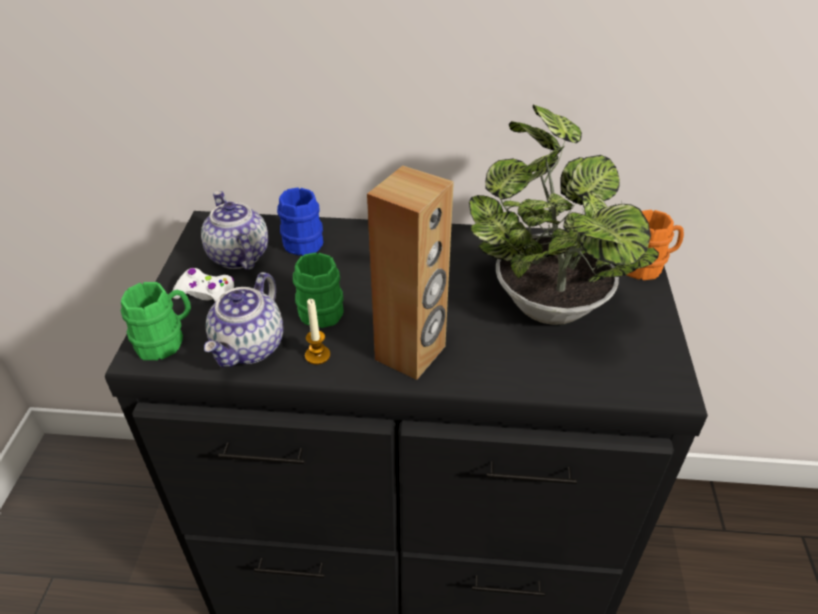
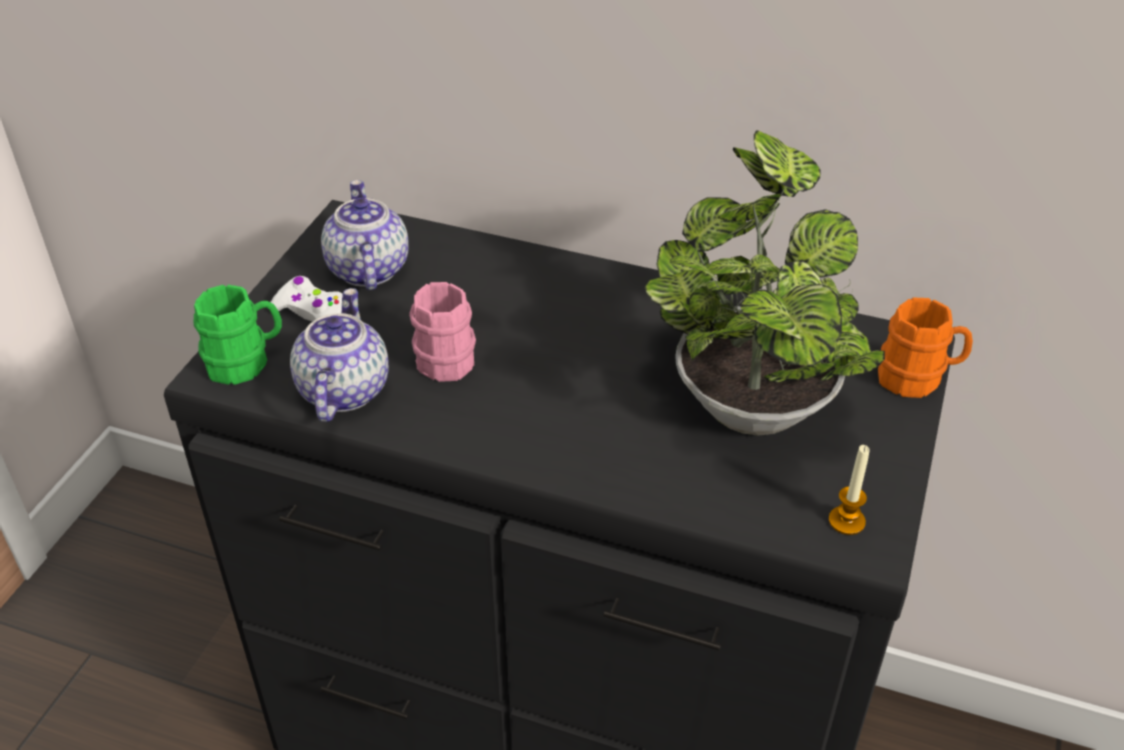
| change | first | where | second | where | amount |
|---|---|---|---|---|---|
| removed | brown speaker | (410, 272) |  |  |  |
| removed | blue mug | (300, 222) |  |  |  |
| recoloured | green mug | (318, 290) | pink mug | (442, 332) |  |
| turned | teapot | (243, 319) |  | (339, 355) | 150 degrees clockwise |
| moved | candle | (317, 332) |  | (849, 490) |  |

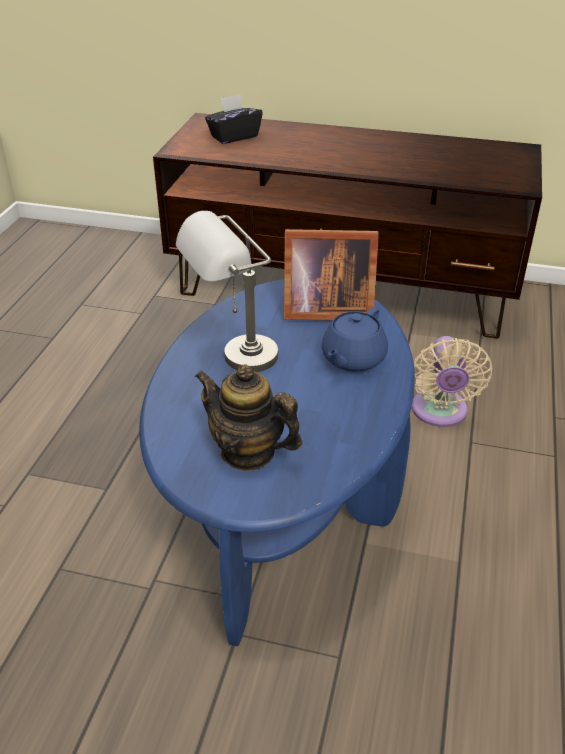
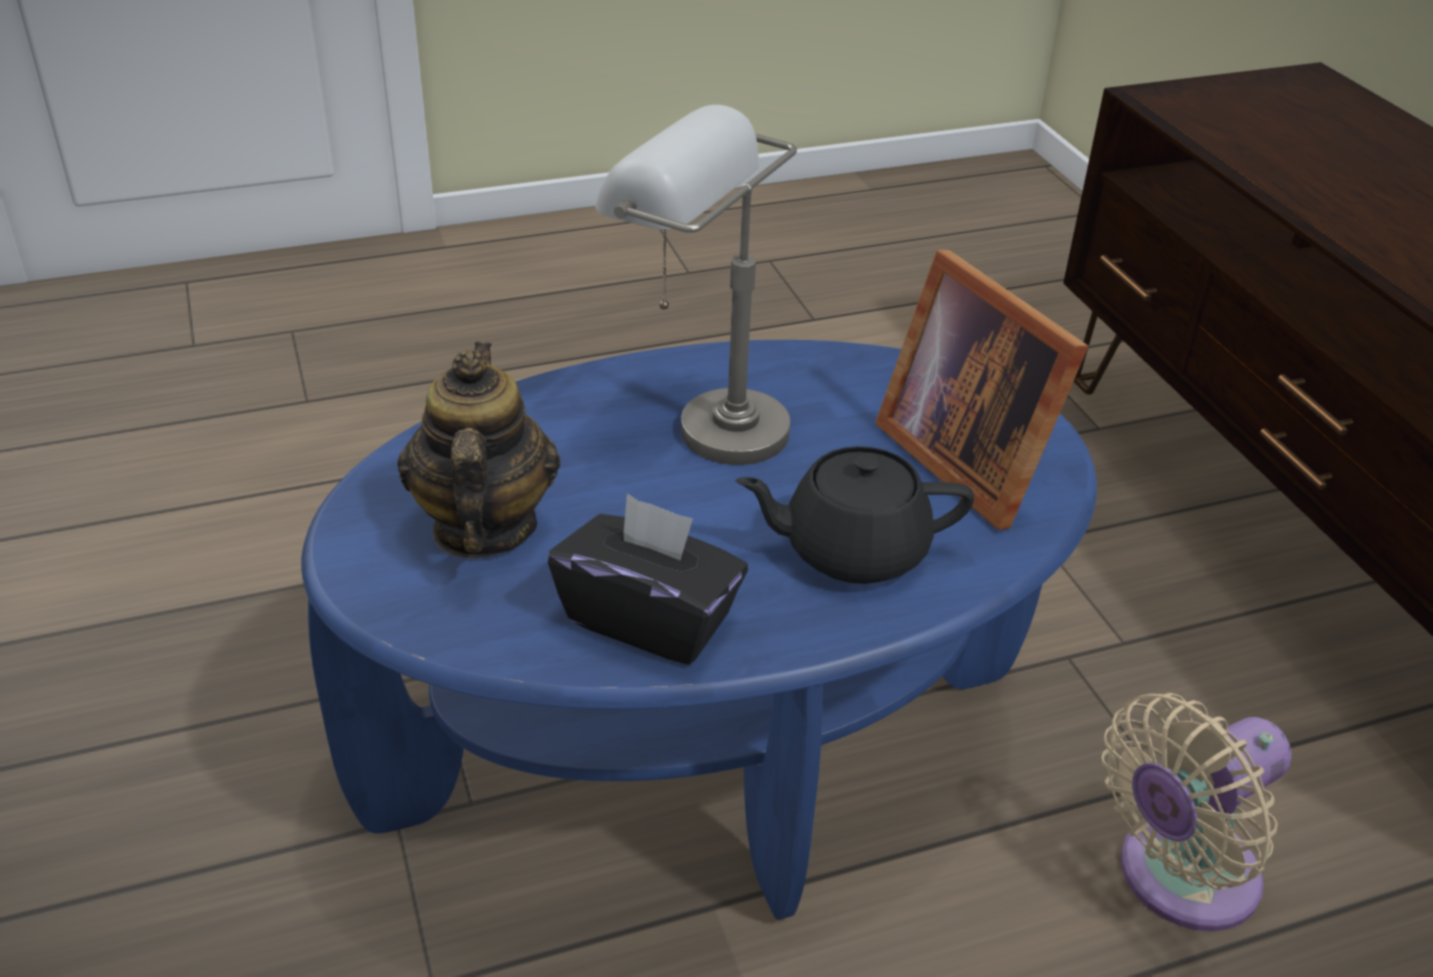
| change | first | where | second | where | amount |
|---|---|---|---|---|---|
| moved | black tissue box | (234, 119) |  | (648, 579) |  |
| recoloured | blue teapot | (355, 339) | black teapot | (854, 515) |  |

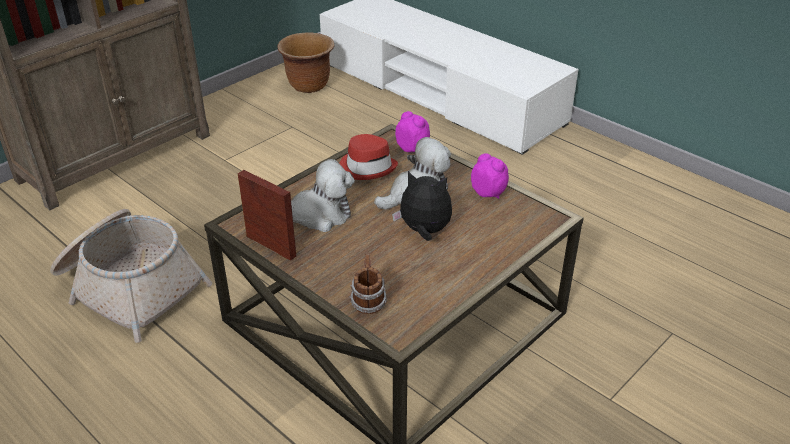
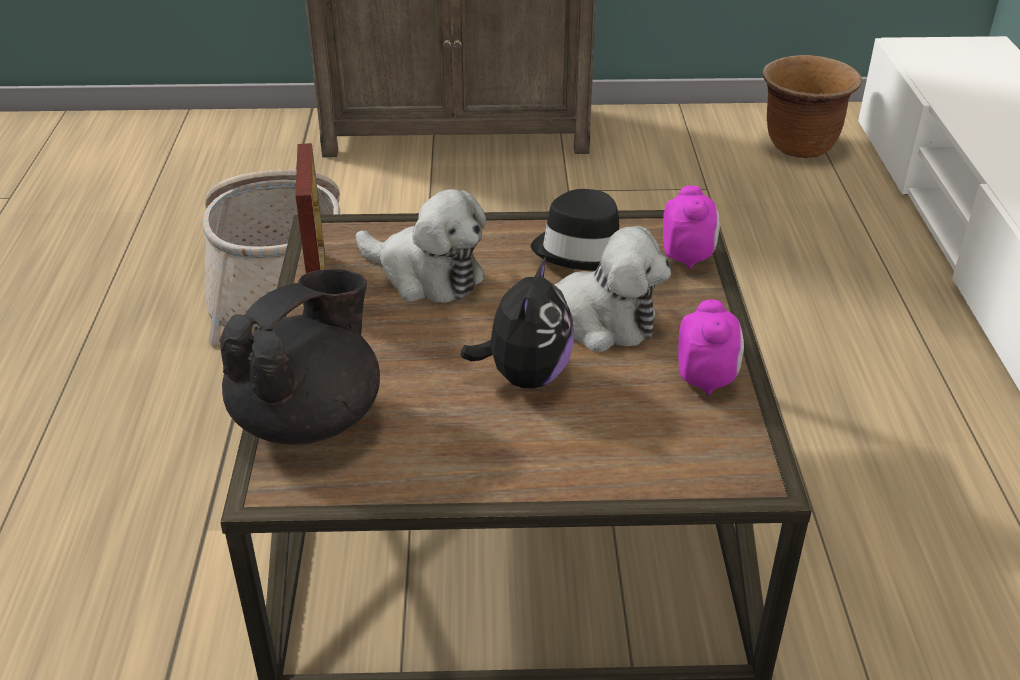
| change | first | where | second | where | amount |
|---|---|---|---|---|---|
| recoloured | red hat | (368, 157) | black hat | (575, 230) |  |
| turned | plush toy | (422, 206) |  | (517, 322) | 45 degrees clockwise |
| replaced | mug | (368, 284) | black teapot | (299, 357) |  |

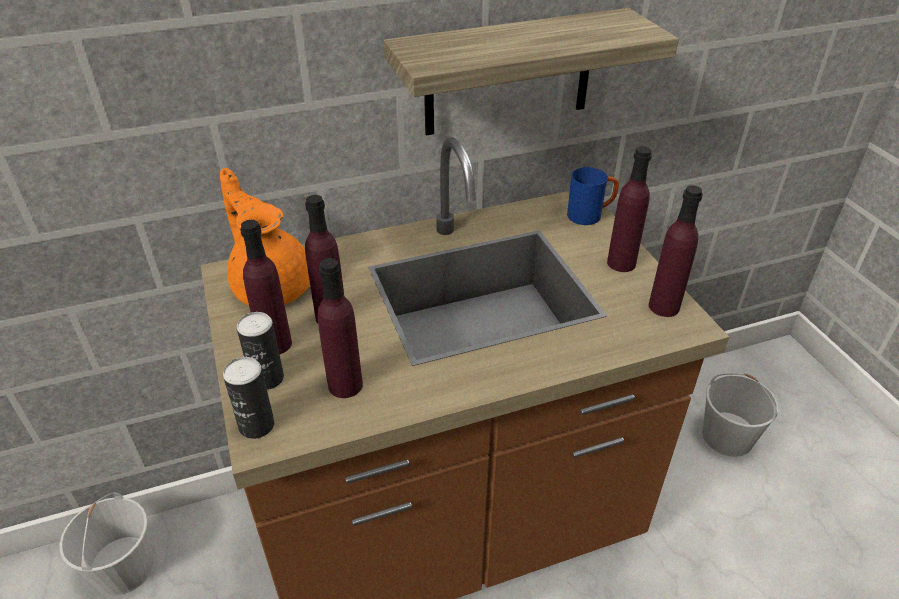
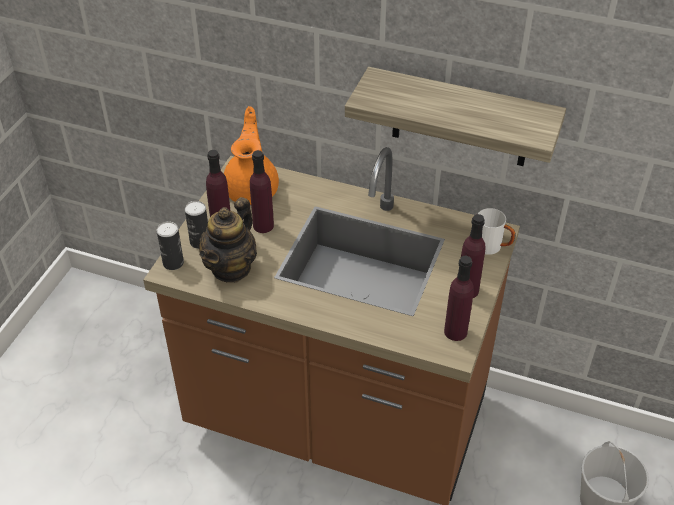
| change | first | where | second | where | amount |
|---|---|---|---|---|---|
| recoloured | blue mug | (593, 196) | white mug | (497, 231) |  |
| replaced | purple bottle | (340, 328) | teapot | (228, 240) |  |
| removed | white bucket | (107, 544) |  |  |  |

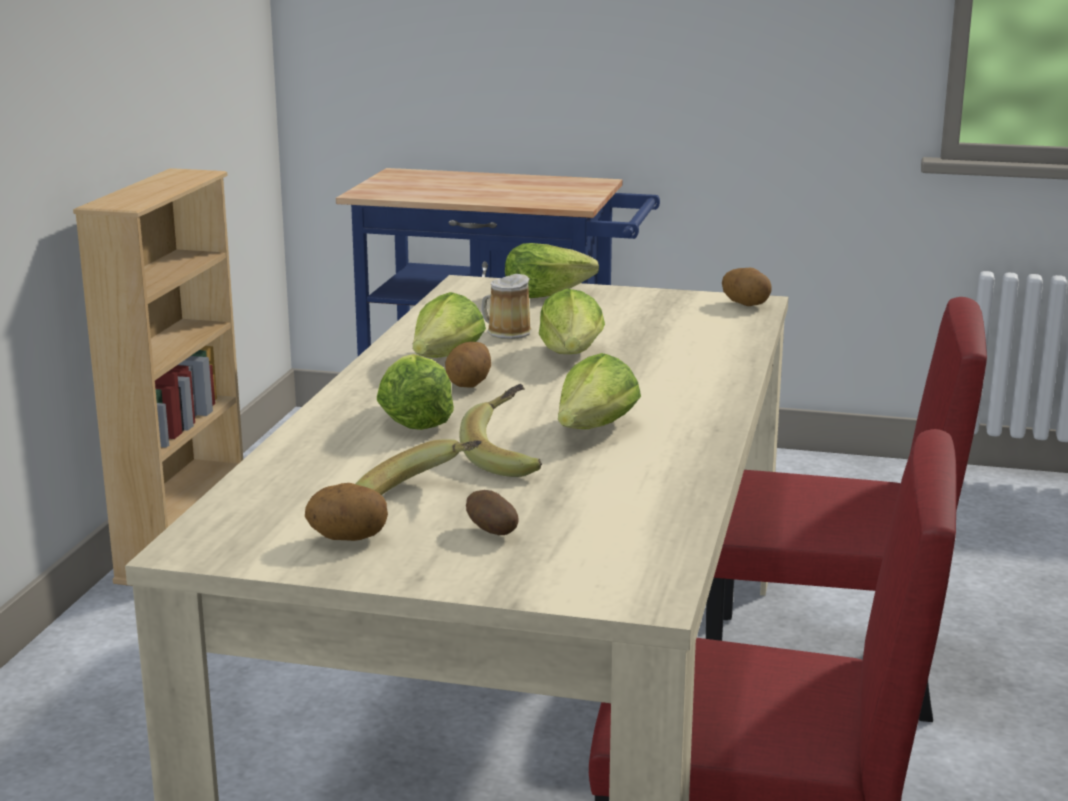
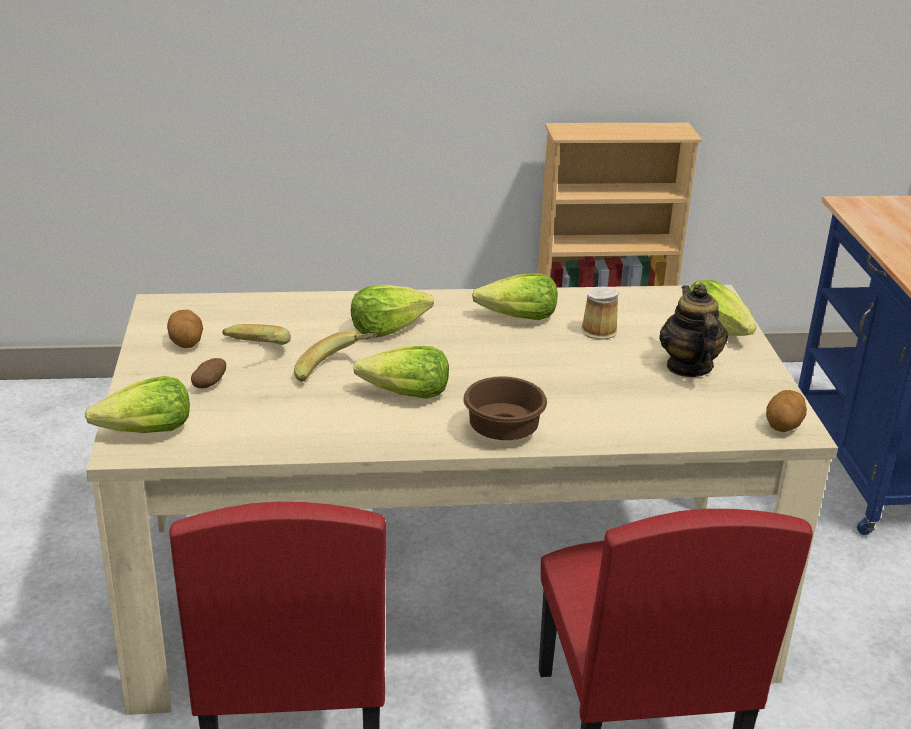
| change | first | where | second | where | amount |
|---|---|---|---|---|---|
| moved | lettuce | (572, 321) |  | (137, 404) |  |
| removed | potato | (468, 365) |  |  |  |
| added |  |  | teapot | (693, 330) |  |
| added |  |  | brown bowl | (505, 408) |  |

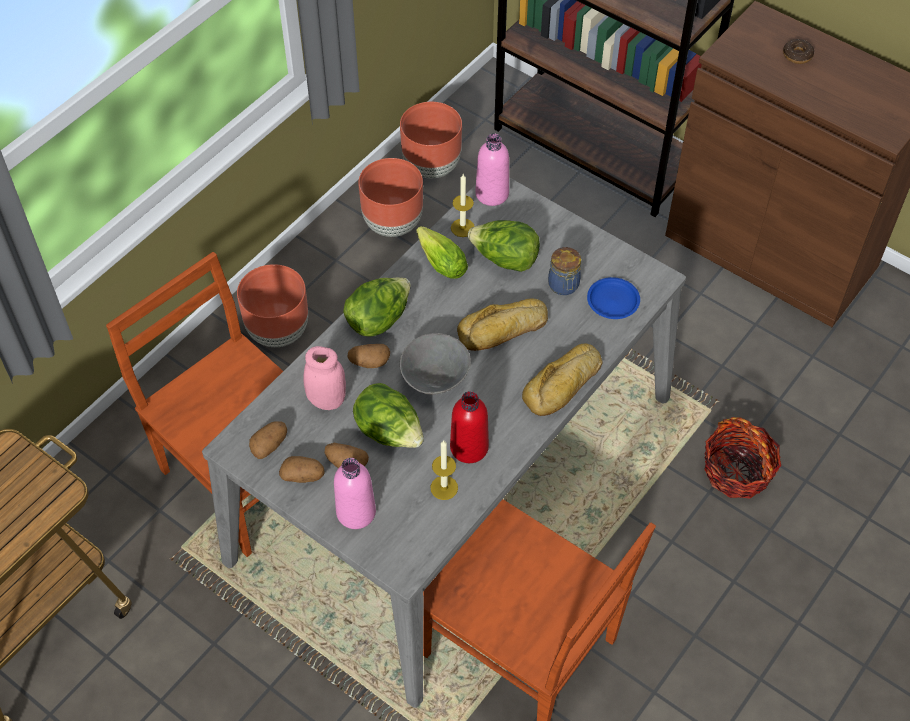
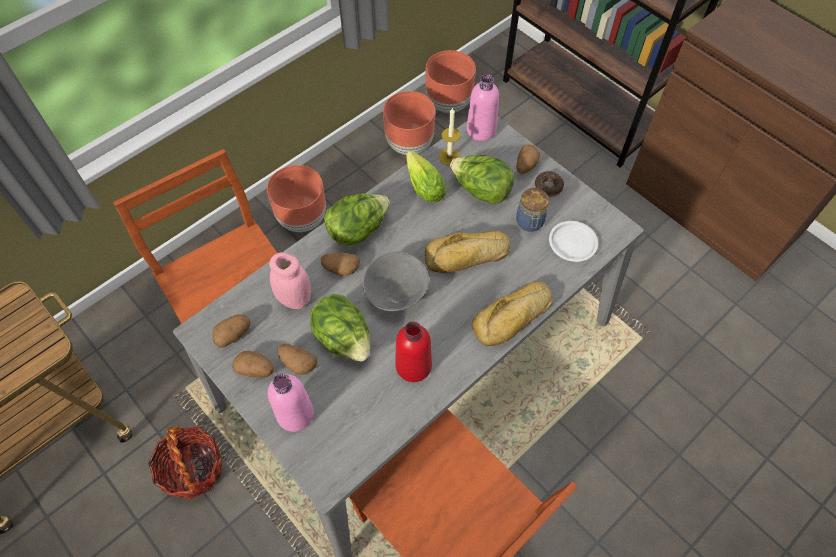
| change | first | where | second | where | amount |
|---|---|---|---|---|---|
| moved | donut | (798, 51) |  | (549, 184) |  |
| recoloured | blue plate | (613, 298) | white plate | (573, 241) |  |
| moved | basket | (742, 457) |  | (185, 462) |  |
| removed | candle | (444, 470) |  |  |  |
| added |  |  | potato | (528, 159) |  |

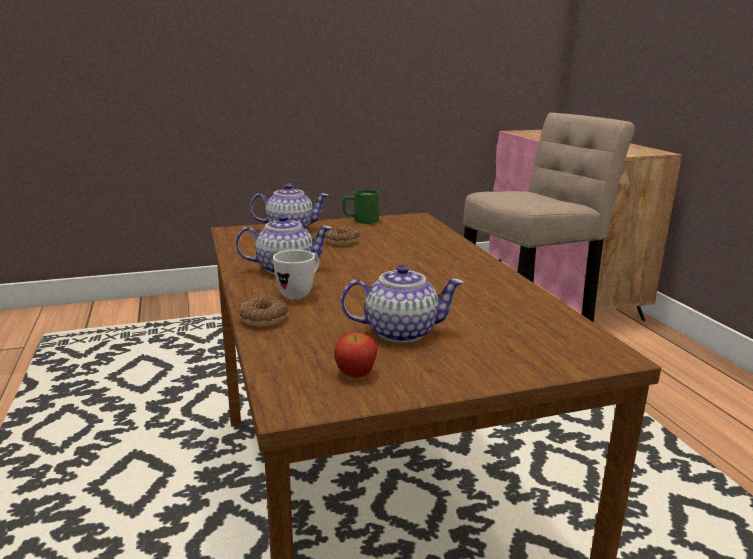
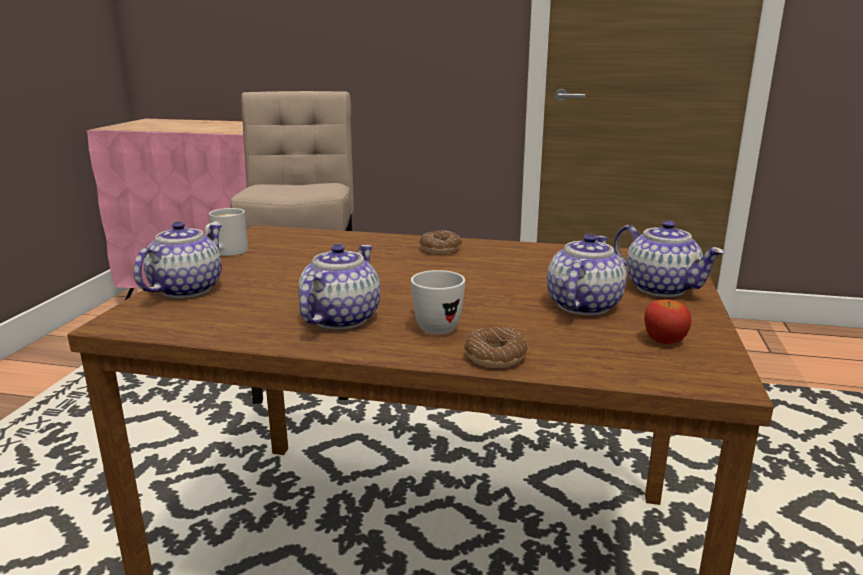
| change | first | where | second | where | amount |
|---|---|---|---|---|---|
| recoloured | green mug | (360, 206) | white mug | (226, 232) |  |
| moved | donut | (342, 235) |  | (440, 242) |  |
| added |  |  | teapot | (669, 258) |  |

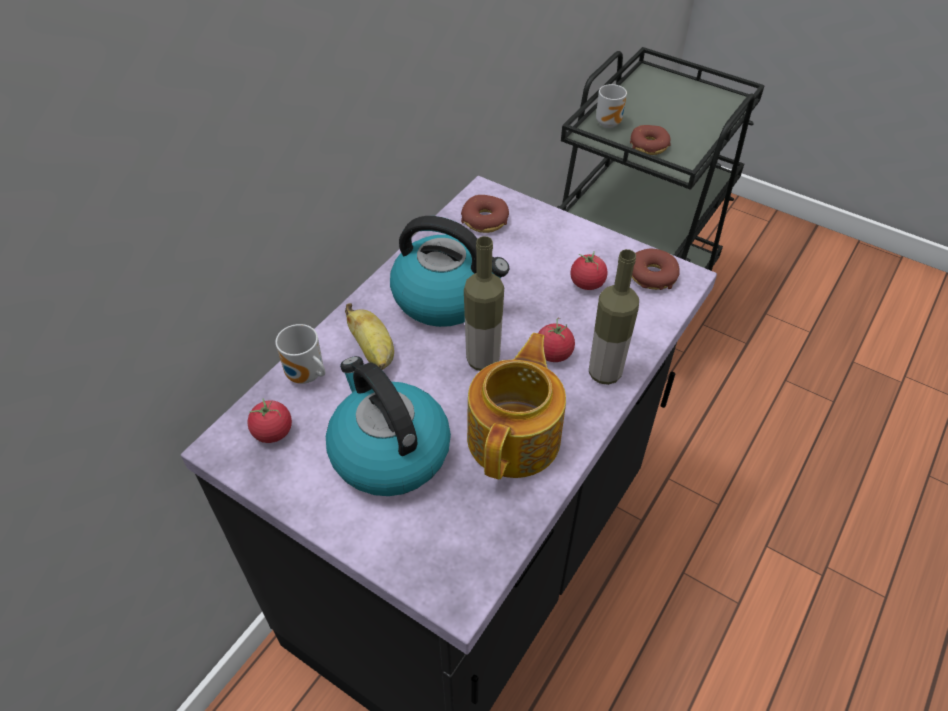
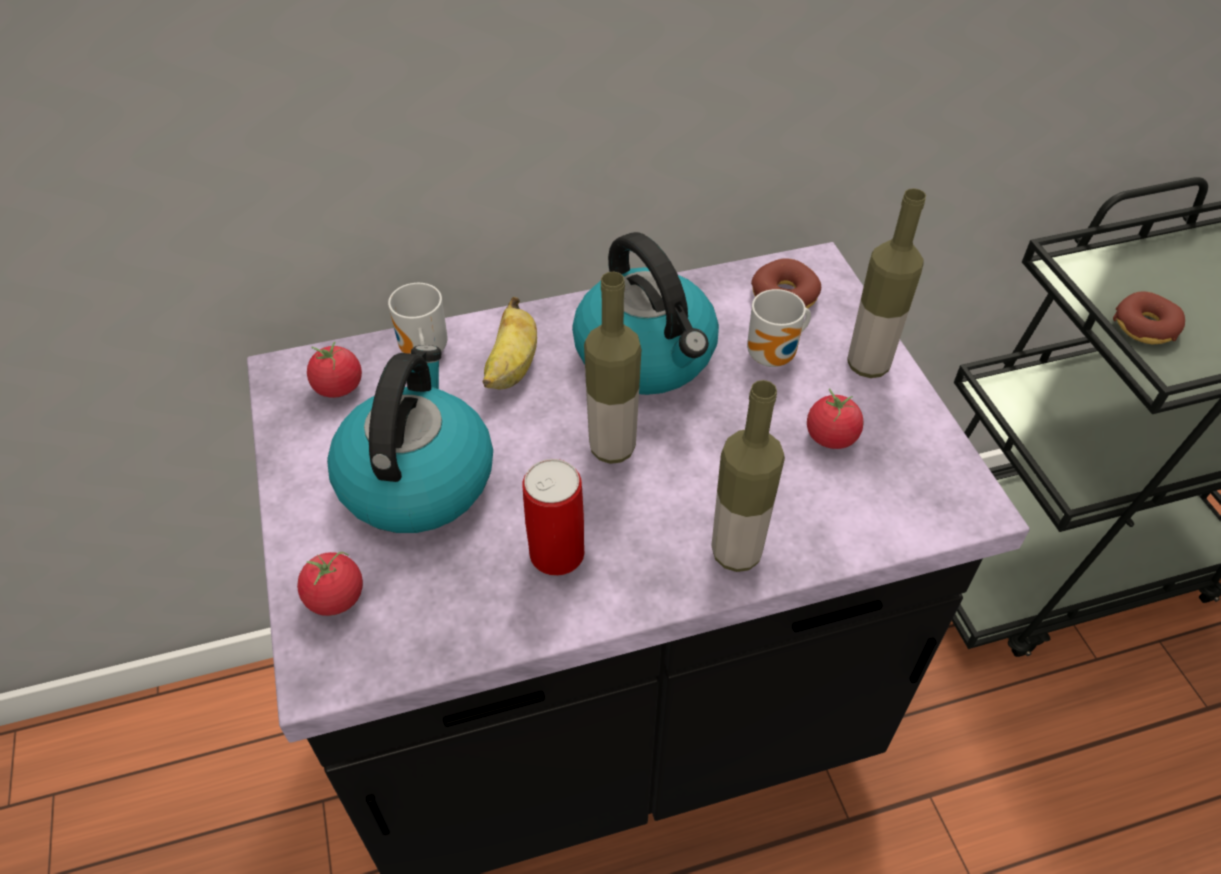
| change | first | where | second | where | amount |
|---|---|---|---|---|---|
| moved | mug | (611, 106) |  | (779, 328) |  |
| removed | donut | (656, 269) |  |  |  |
| moved | tomato | (556, 340) |  | (330, 584) |  |
| replaced | teapot | (516, 406) | can | (553, 517) |  |
| added |  |  | bottle | (887, 283) |  |

